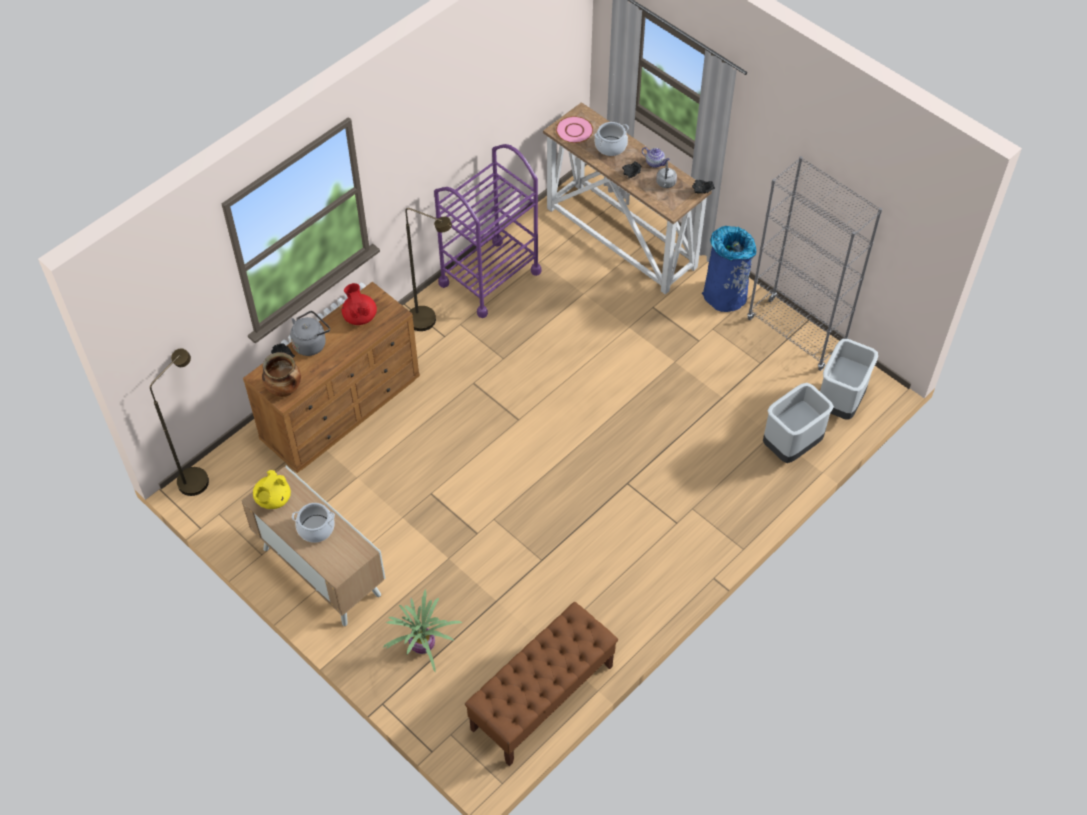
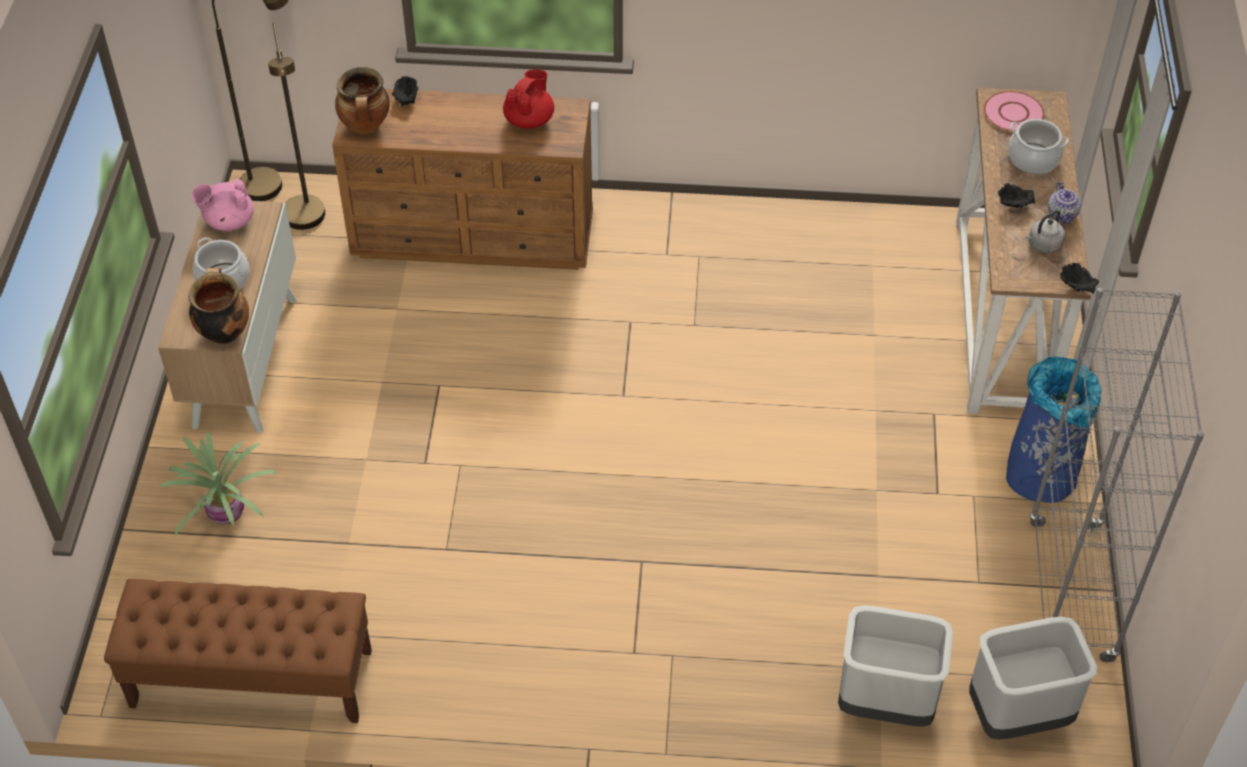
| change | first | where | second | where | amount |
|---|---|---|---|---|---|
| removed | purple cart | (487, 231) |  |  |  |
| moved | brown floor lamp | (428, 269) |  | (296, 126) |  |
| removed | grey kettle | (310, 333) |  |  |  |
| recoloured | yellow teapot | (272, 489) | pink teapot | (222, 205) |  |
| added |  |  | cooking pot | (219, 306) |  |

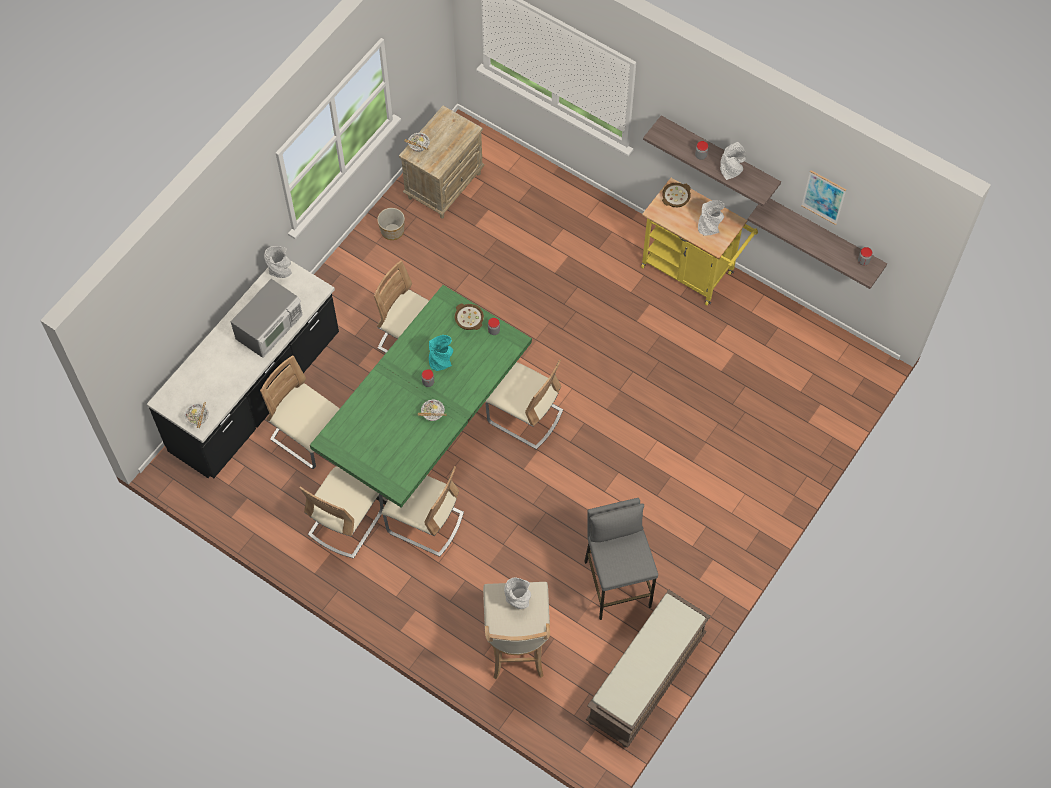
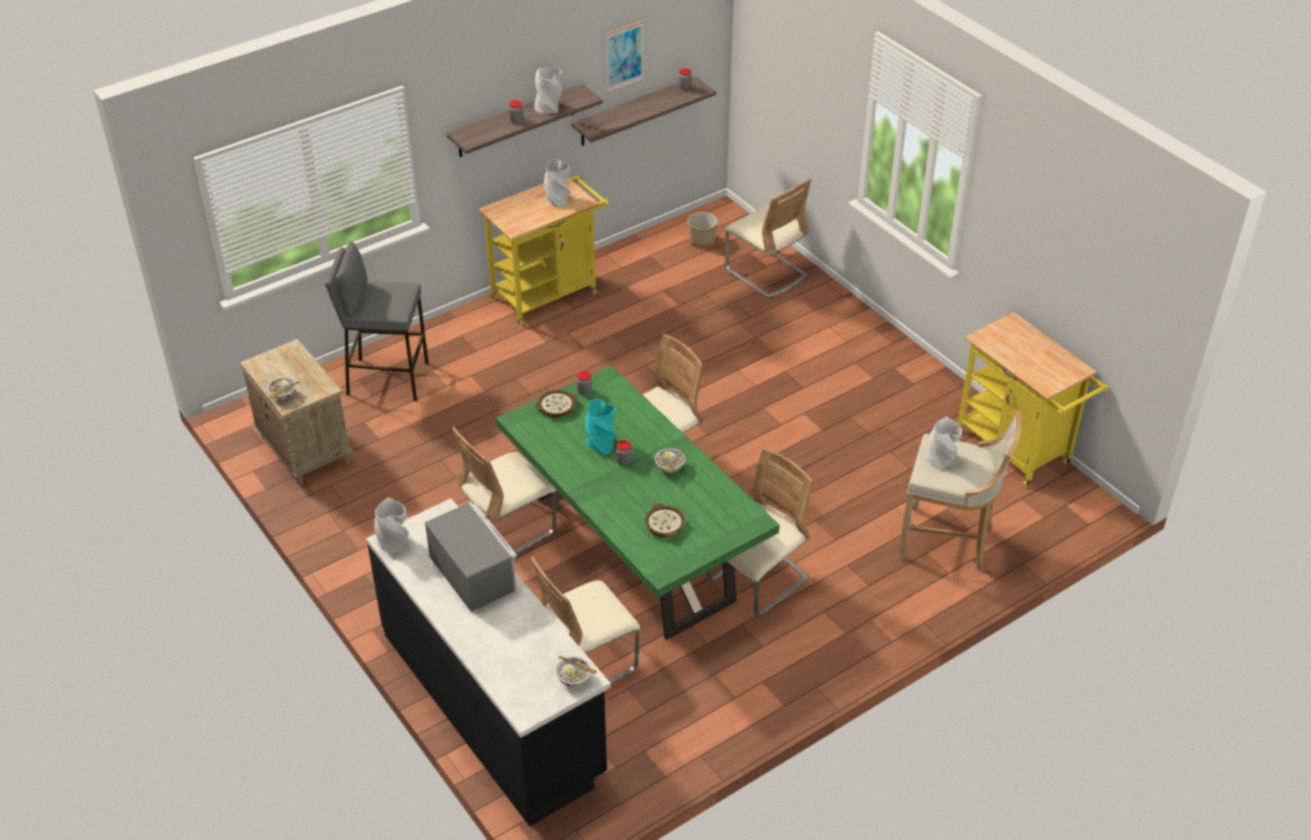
| change | first | where | second | where | amount |
|---|---|---|---|---|---|
| moved | bowl | (676, 195) |  | (665, 520) |  |
| moved | planter | (391, 224) |  | (702, 230) |  |
| moved | beige chair | (341, 512) |  | (768, 239) |  |
| moved | grey stool | (621, 559) |  | (376, 321) |  |
| replaced | brown bench | (648, 668) | yellow cart | (1032, 399) |  |

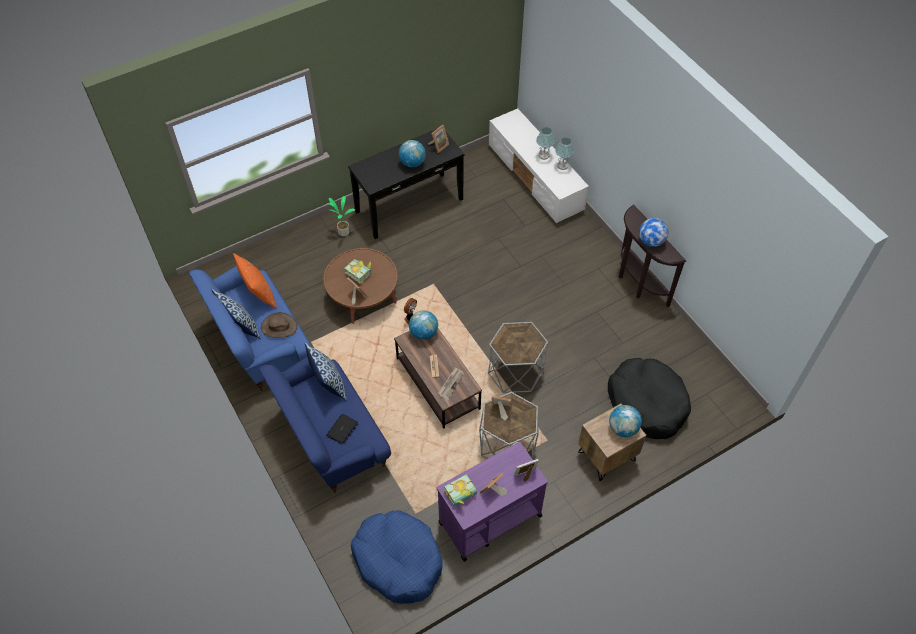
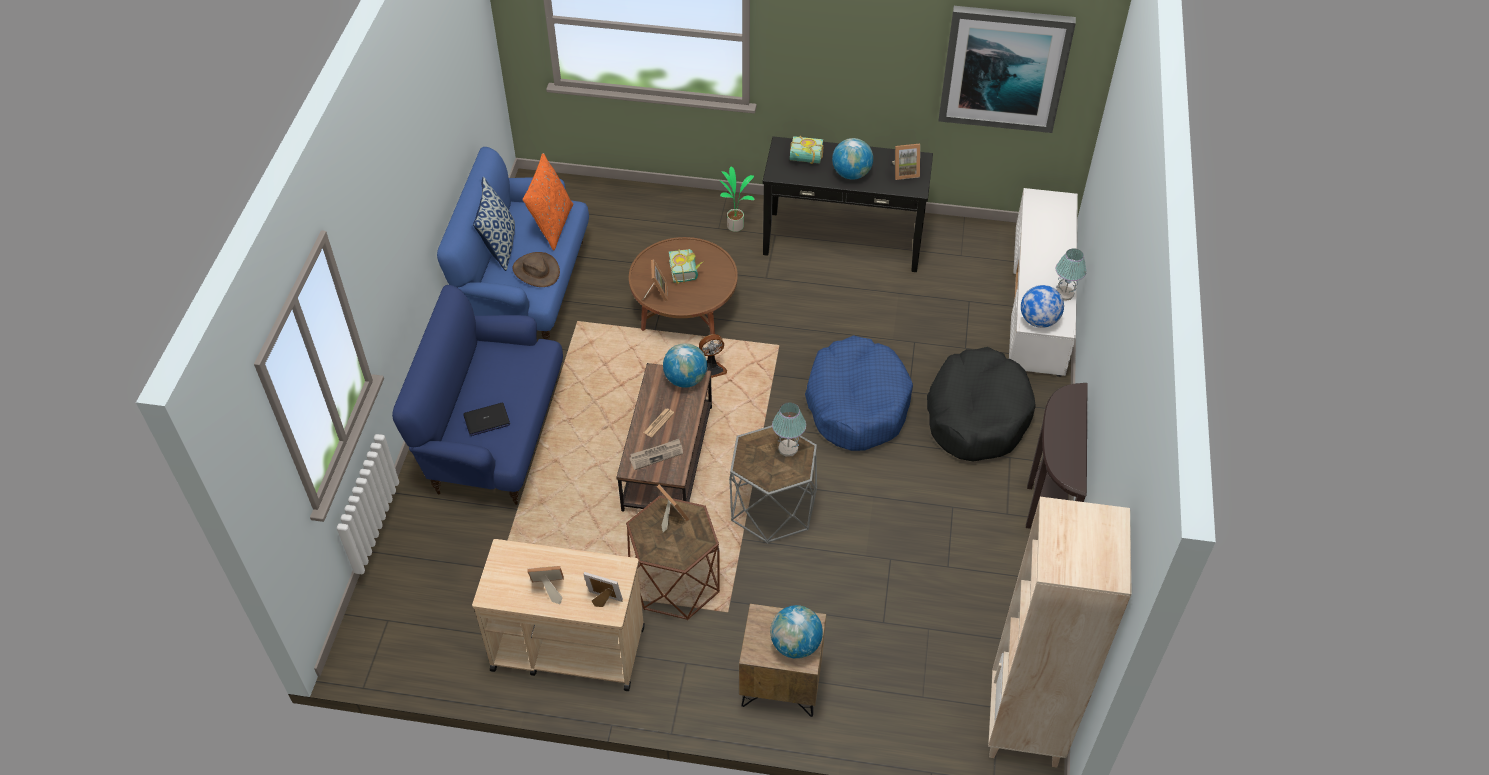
| change | first | where | second | where | amount |
|---|---|---|---|---|---|
| moved | table lamp | (545, 143) |  | (789, 429) |  |
| moved | globe | (653, 232) |  | (1042, 306) |  |
| removed | pillow | (326, 371) |  |  |  |
| moved | black dog bed | (649, 398) |  | (981, 404) |  |
| recoloured | grey side table | (509, 425) | brown side table | (673, 558) |  |
| recoloured | purple cart | (492, 502) | beige cart | (558, 615) |  |
| moved | book | (460, 490) |  | (806, 150) |  |
| moved | blue dog bed | (396, 557) |  | (859, 393) |  |
| added |  |  | picture | (1007, 69) |  |
| added |  |  | beige bookcase | (1060, 632) |  |

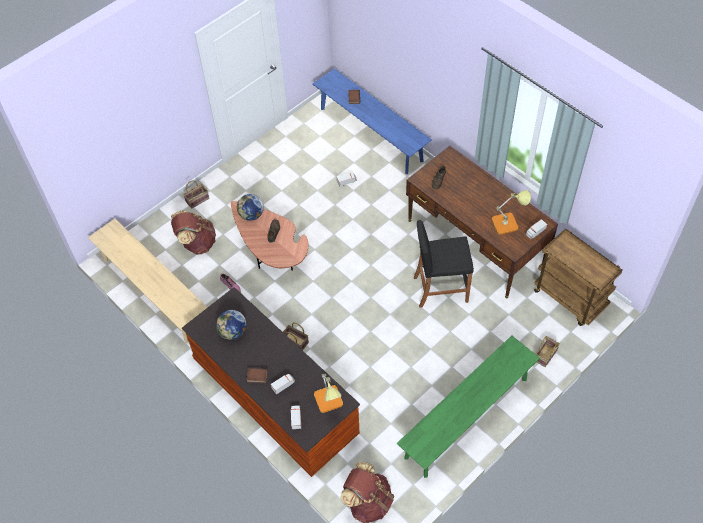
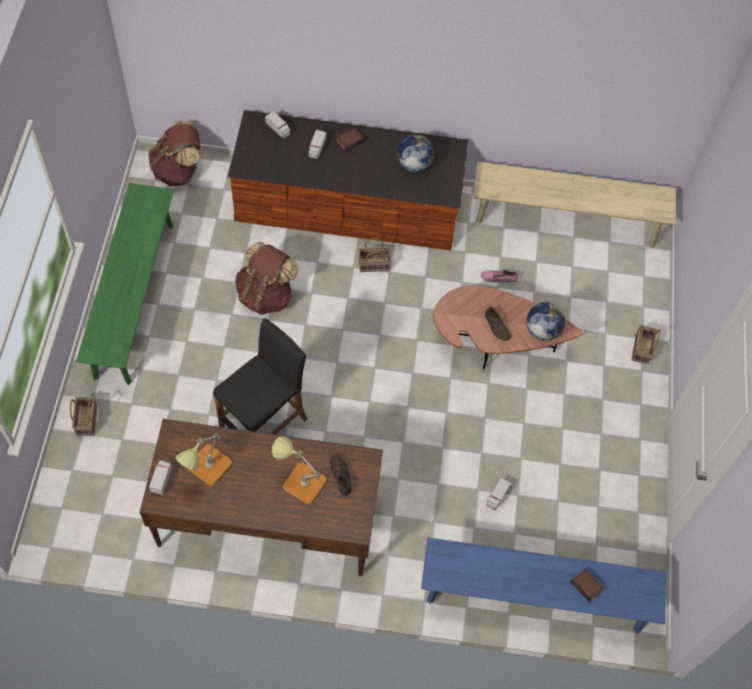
| change | first | where | second | where | amount |
|---|---|---|---|---|---|
| moved | brown backpack | (193, 232) |  | (266, 278) |  |
| removed | brown cart | (578, 277) |  |  |  |
| moved | table lamp | (328, 393) |  | (299, 470) |  |

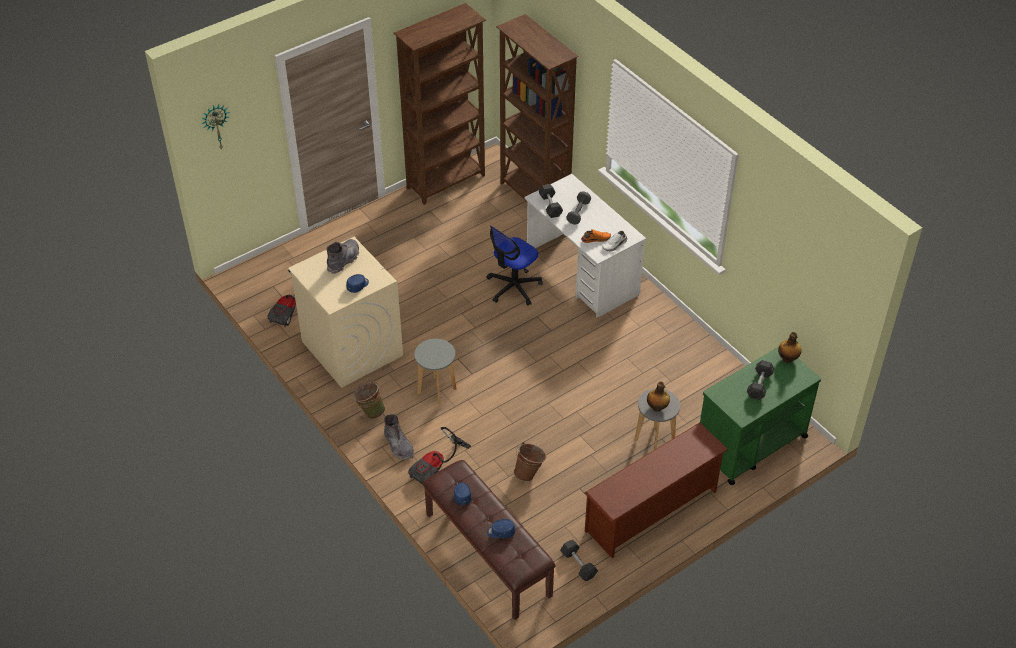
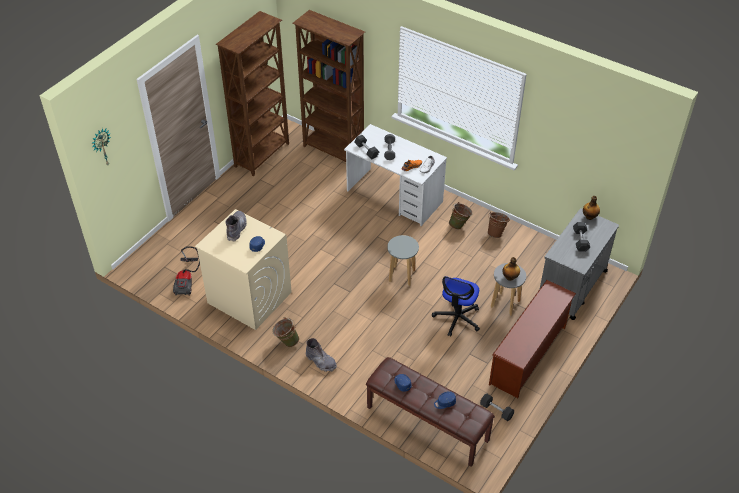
| change | first | where | second | where | amount |
|---|---|---|---|---|---|
| moved | office chair | (515, 265) |  | (456, 306) |  |
| moved | grey stool | (435, 372) |  | (403, 260) |  |
| recoloured | green cart | (760, 416) | grey cart | (579, 264) |  |
| removed | vacuum cleaner | (439, 455) |  |  |  |
| moved | brown bucket | (530, 461) |  | (498, 225) |  |
| added |  |  | green bucket | (461, 216) |  |

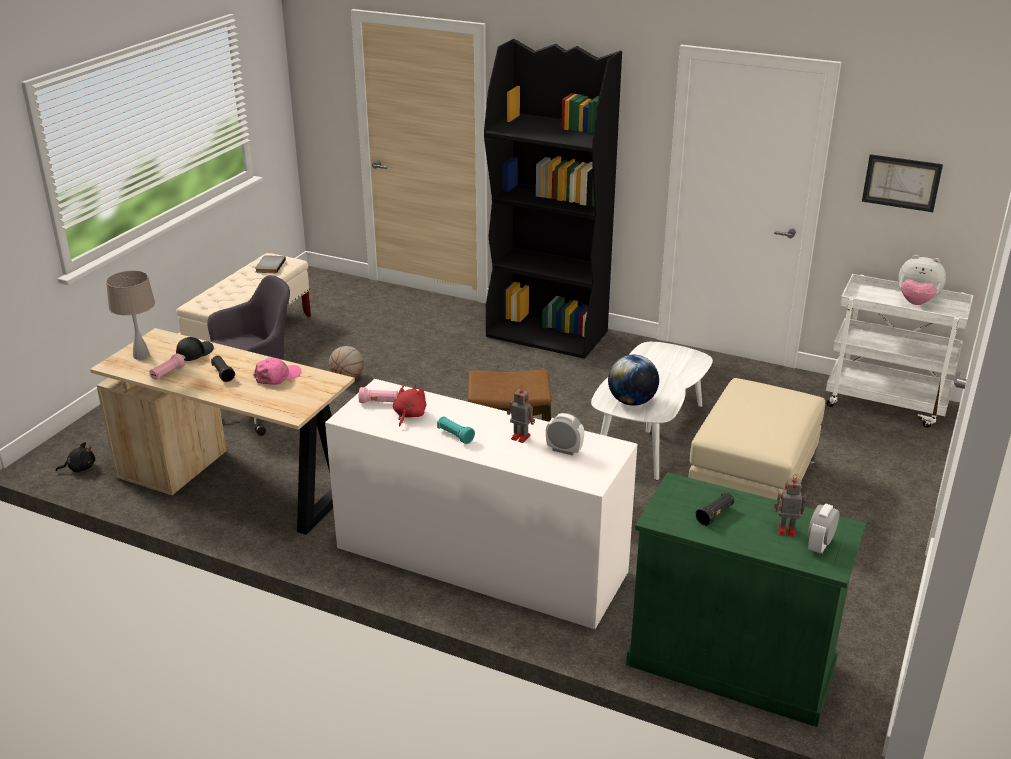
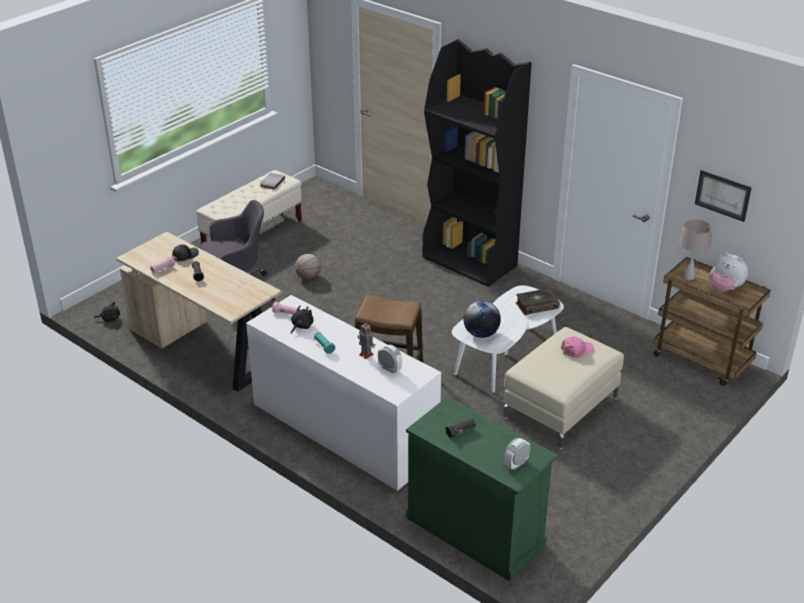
| change | first | where | second | where | amount |
|---|---|---|---|---|---|
| moved | beige table lamp | (130, 315) |  | (696, 249) |  |
| recoloured | white cart | (900, 351) | brown cart | (712, 321) |  |
| moved | pink cap | (277, 371) |  | (577, 346) |  |
| recoloured | red plush toy | (409, 405) | black plush toy | (302, 319) |  |
| removed | toy robot | (790, 505) |  |  |  |
| added |  |  | book | (538, 301) |  |

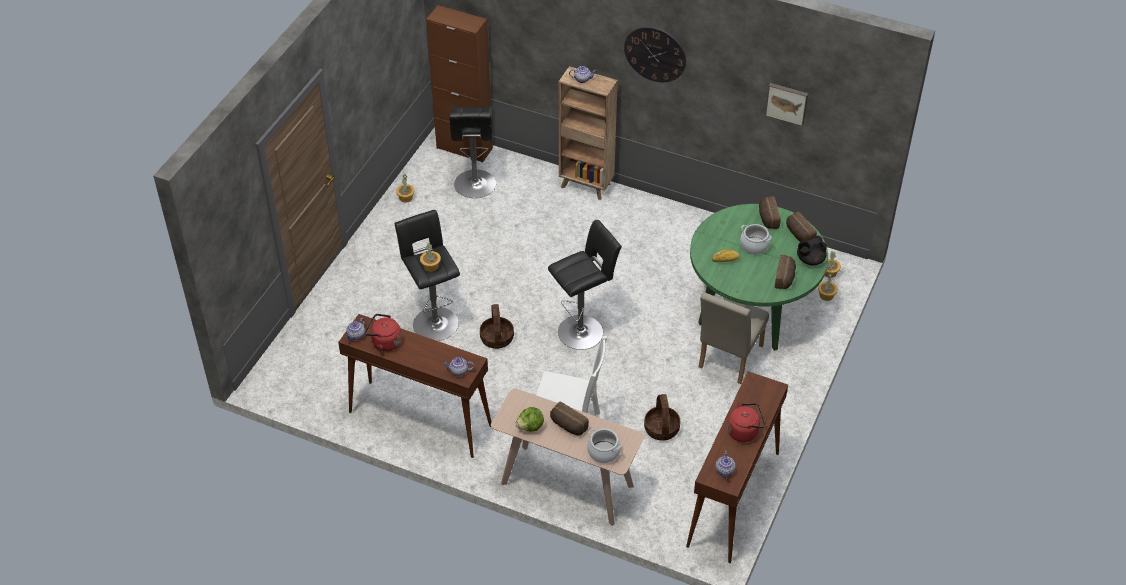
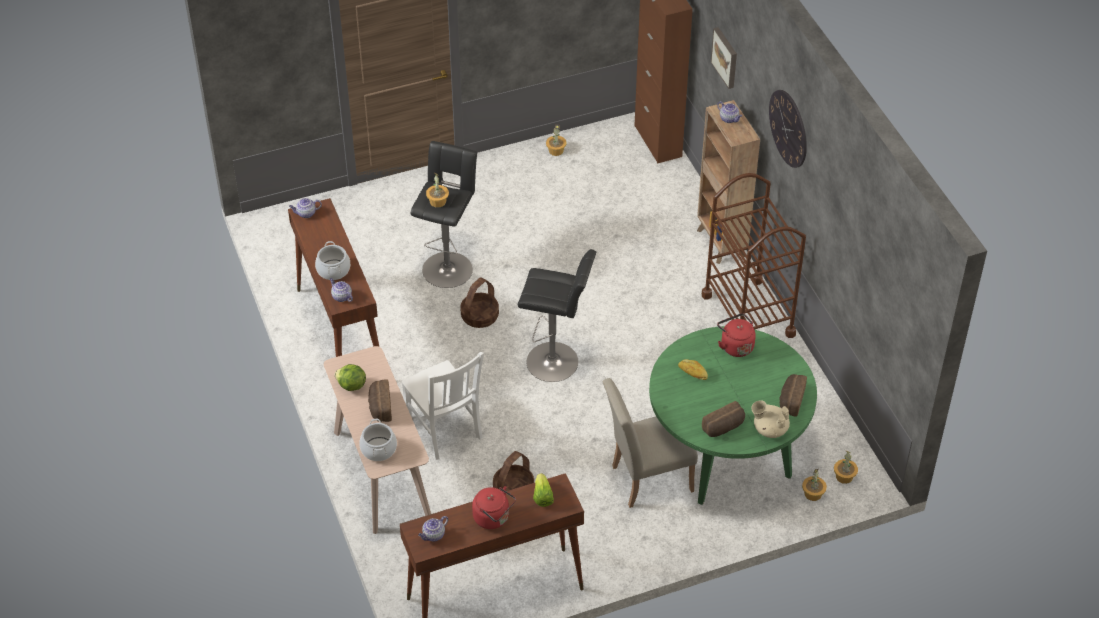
| change | first | where | second | where | amount |
|---|---|---|---|---|---|
| moved | picture | (786, 104) |  | (724, 58) |  |
| removed | black stool | (472, 152) |  |  |  |
| removed | bread | (770, 212) |  |  |  |
| moved | cooking pot | (756, 239) |  | (332, 260) |  |
| recoloured | black teapot | (811, 250) | beige teapot | (770, 419) |  |
| moved | red kettle | (383, 333) |  | (736, 335) |  |
| added |  |  | brown cart | (754, 255) |  |
| added |  |  | lettuce | (543, 490) |  |

